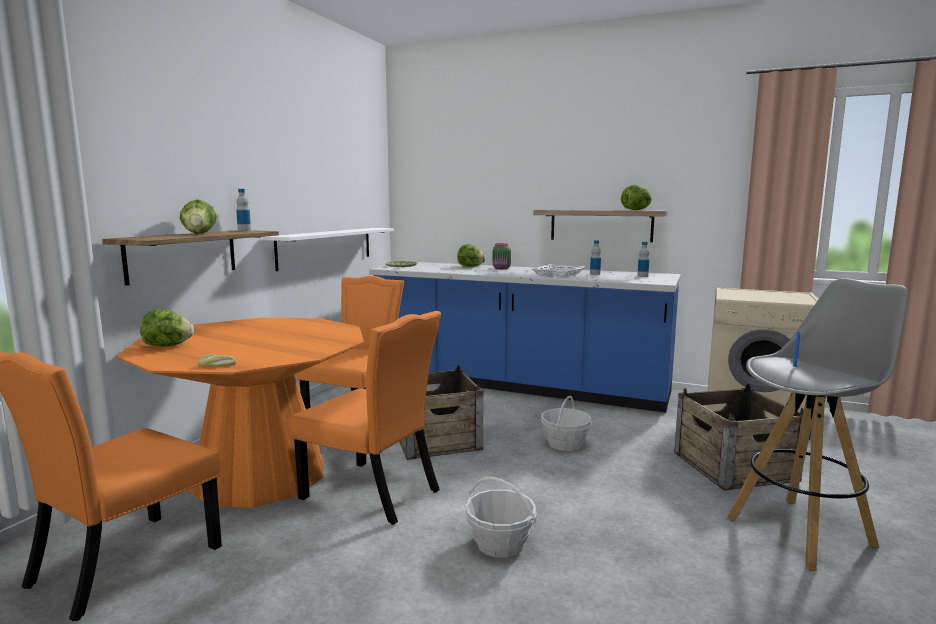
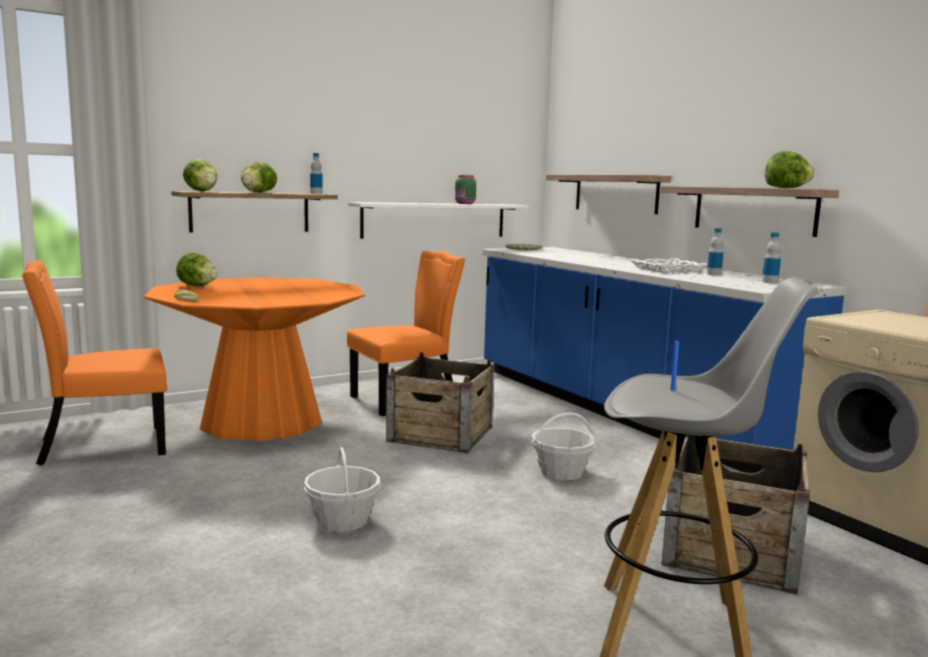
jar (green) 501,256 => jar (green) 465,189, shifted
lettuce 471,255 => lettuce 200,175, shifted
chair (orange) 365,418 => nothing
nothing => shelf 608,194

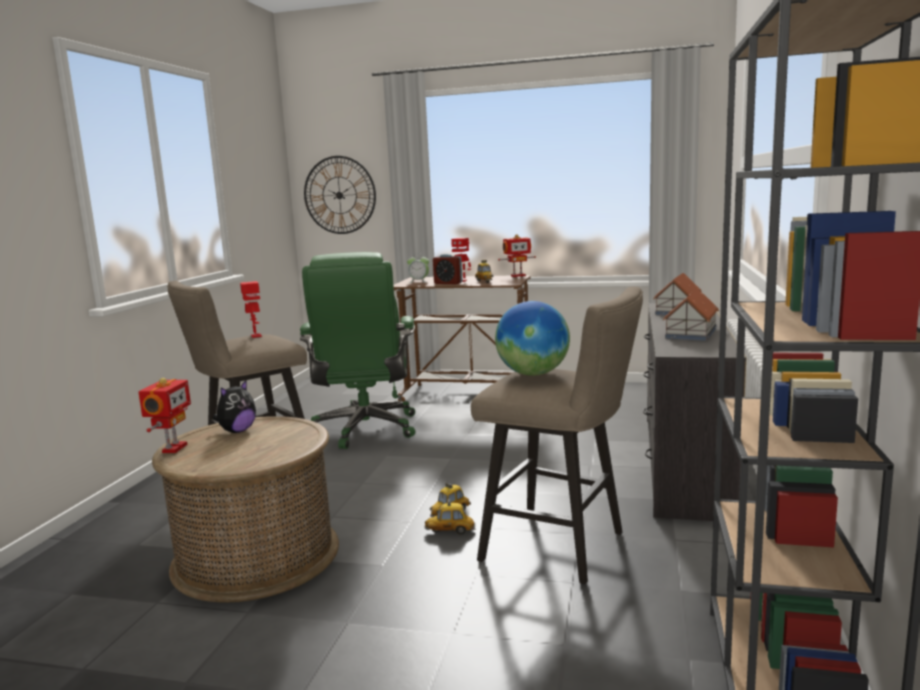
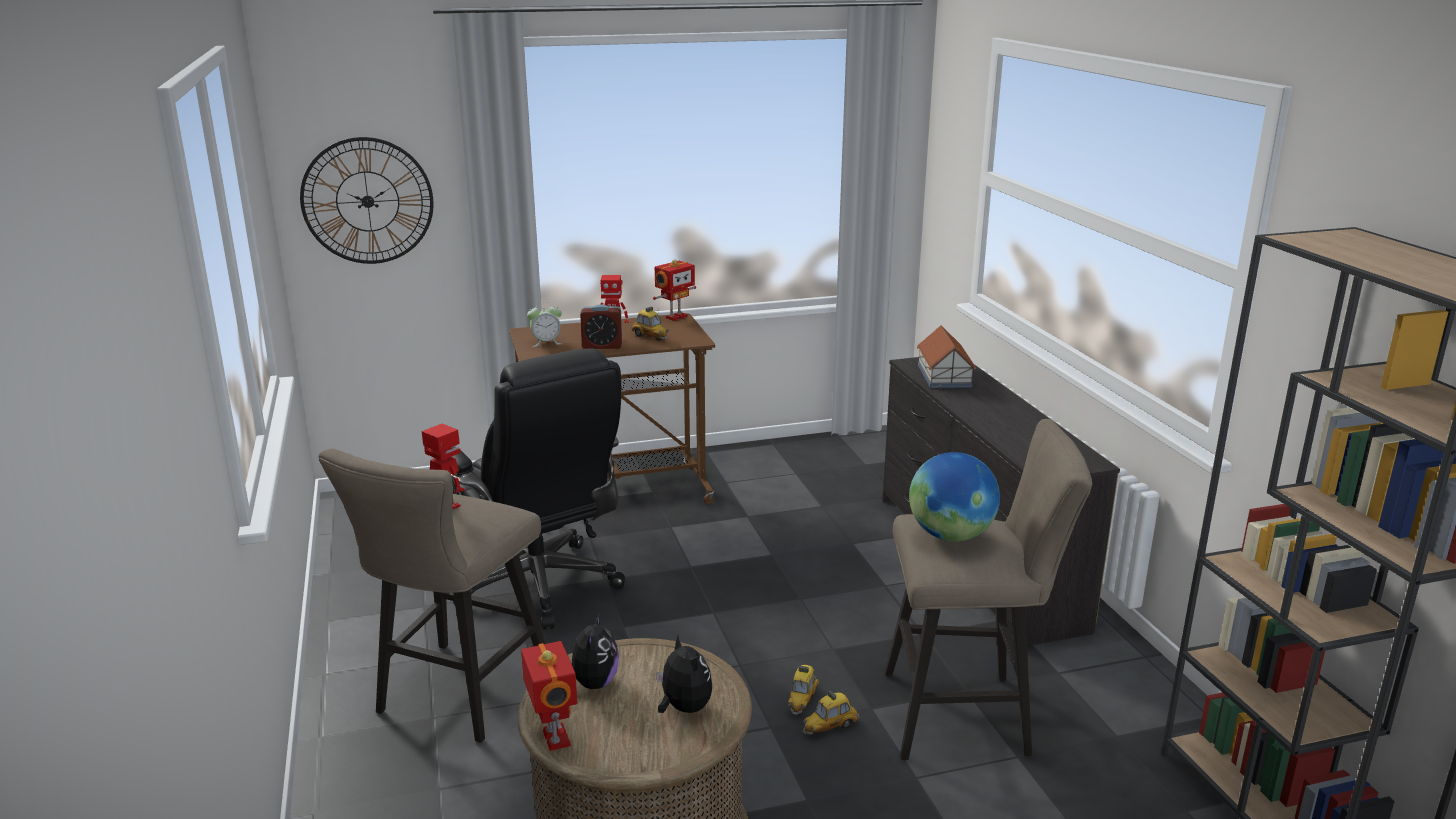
office chair (green) 357,350 => office chair (black) 538,489
toy house 691,314 => nothing
nothing => plush toy 684,674

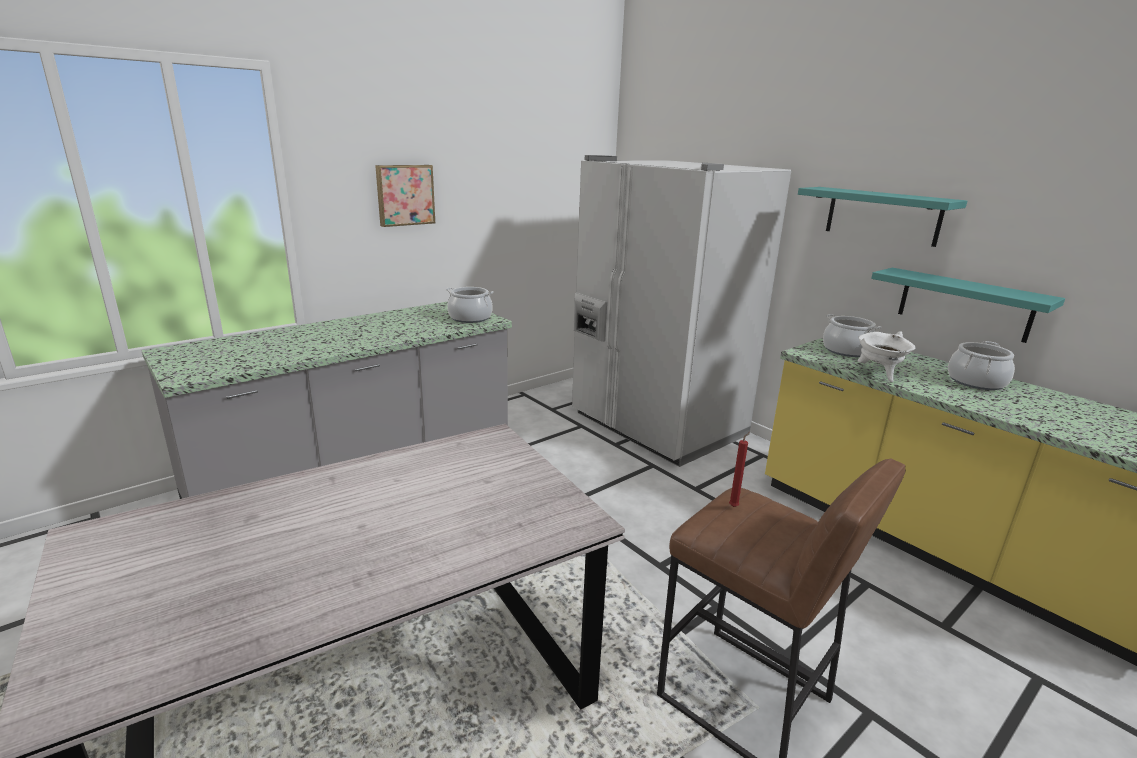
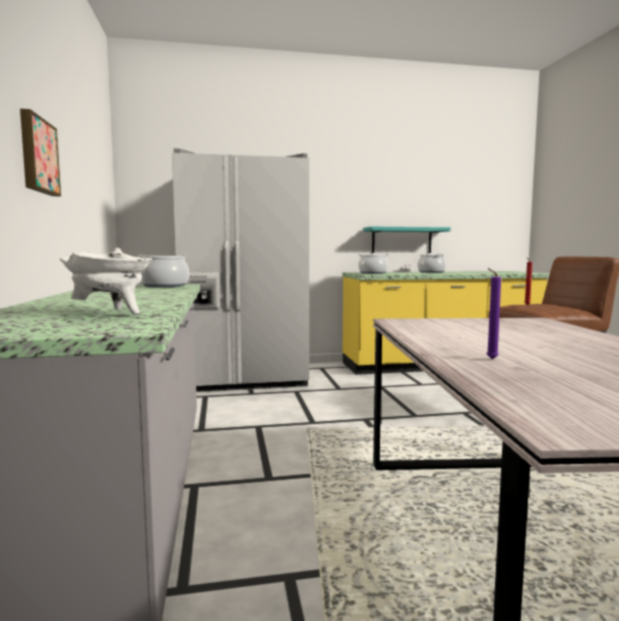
shelf (turquoise) 882,217 => nothing
cooking pot (white) 886,356 => cooking pot (white) 106,281, shifted
nothing => candle (purple) 494,313

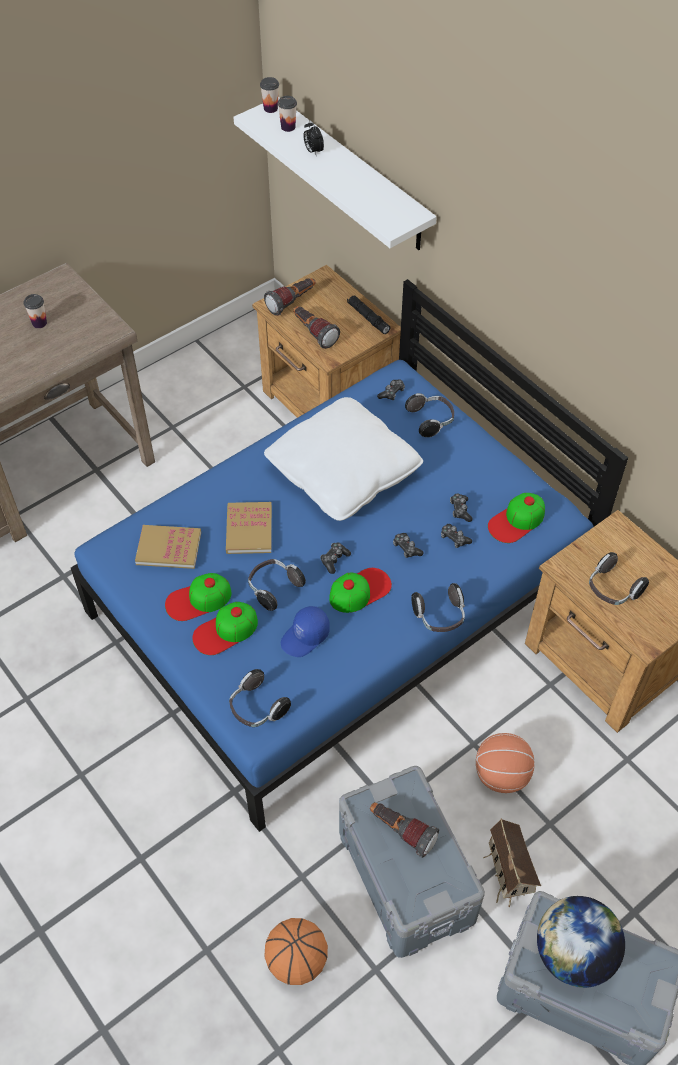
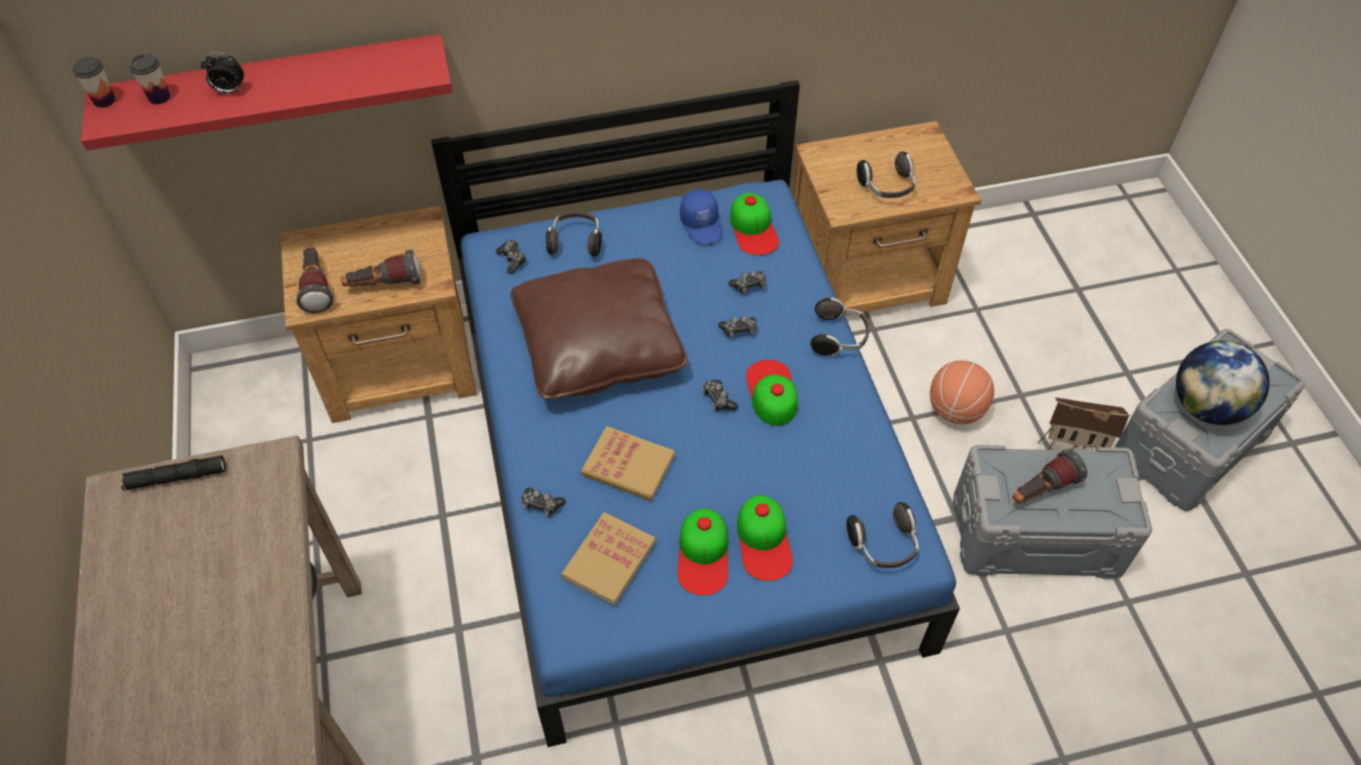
shelf (white) 335,173 => shelf (red) 267,92
cup 35,311 => nothing
flashlight (black) 369,314 => flashlight (black) 173,472, shifted
pillow (white) 343,459 => pillow (brown) 599,328
game controller 461,508 => game controller 543,502, shifted
headphones 277,585 => nothing
cap (blue) 305,631 => cap (blue) 701,216, shifted
basketball 296,951 => nothing

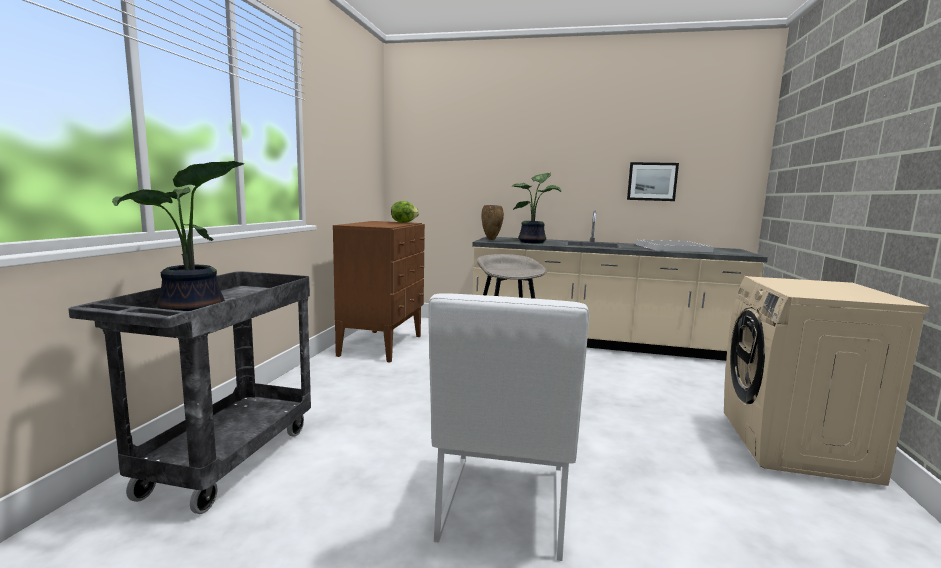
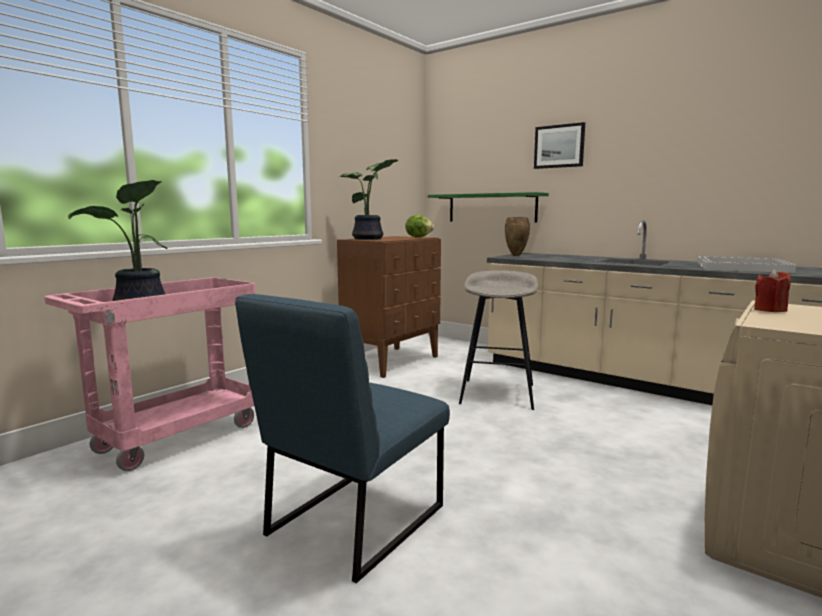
picture 653,181 => picture 559,145, shifted
potted plant 536,207 => potted plant 368,199, shifted
cart (grey) 189,392 => cart (pink) 150,374
chair (white) 508,427 => chair (blue) 342,438
nothing => shelf (green) 488,207
nothing => candle (red) 772,290

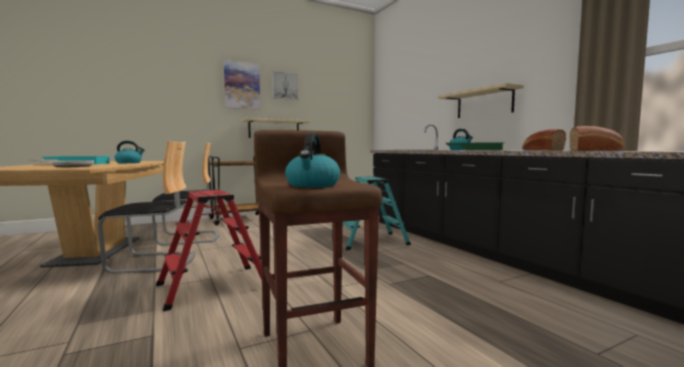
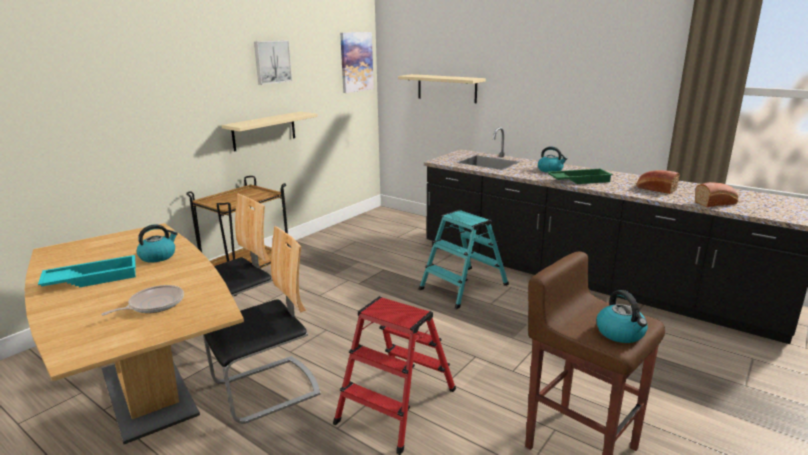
picture 242,85 => picture 357,62, shifted
shelf (beige) 480,100 => shelf (beige) 442,88, shifted

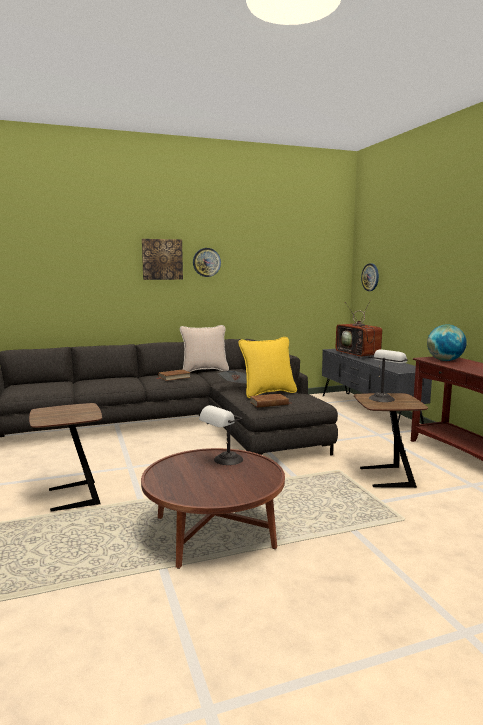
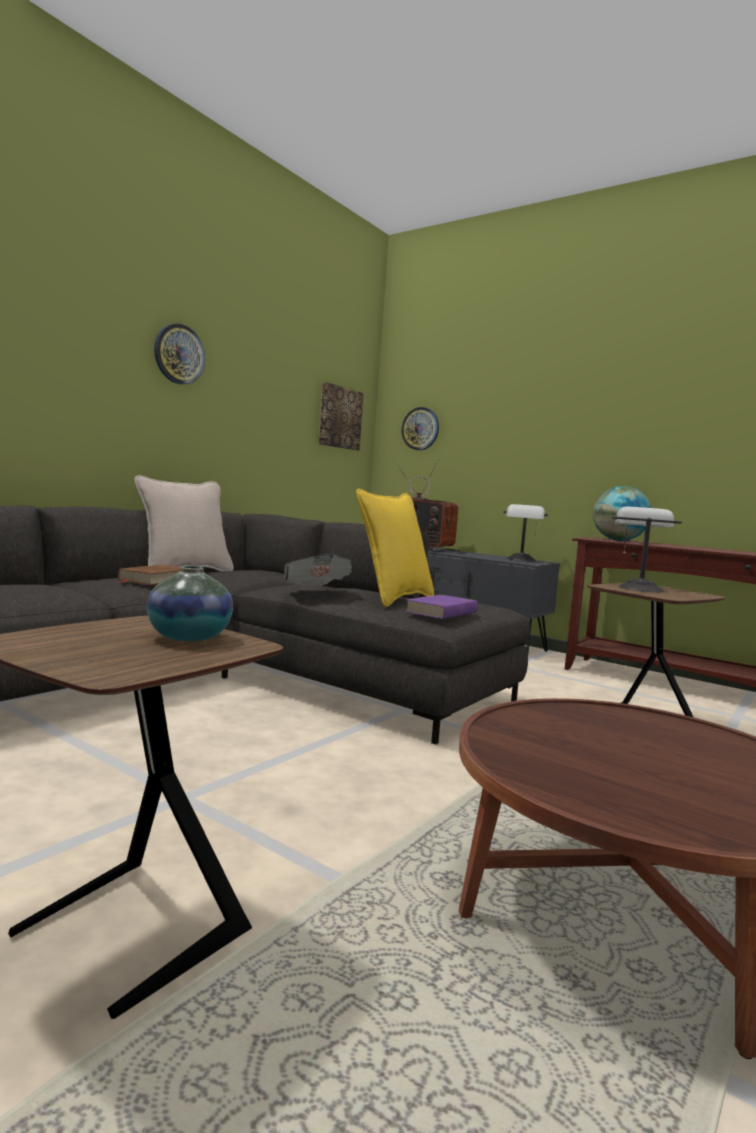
picture 162,259 => picture 340,416, shifted
book (brown) 269,401 => book (purple) 441,606
table lamp 221,435 => table lamp 525,532, shifted
nothing => vase 190,603

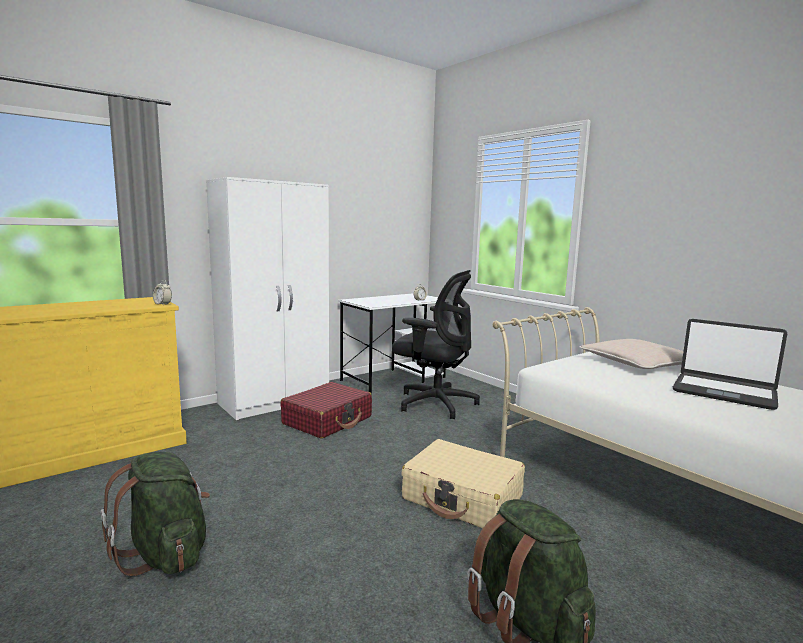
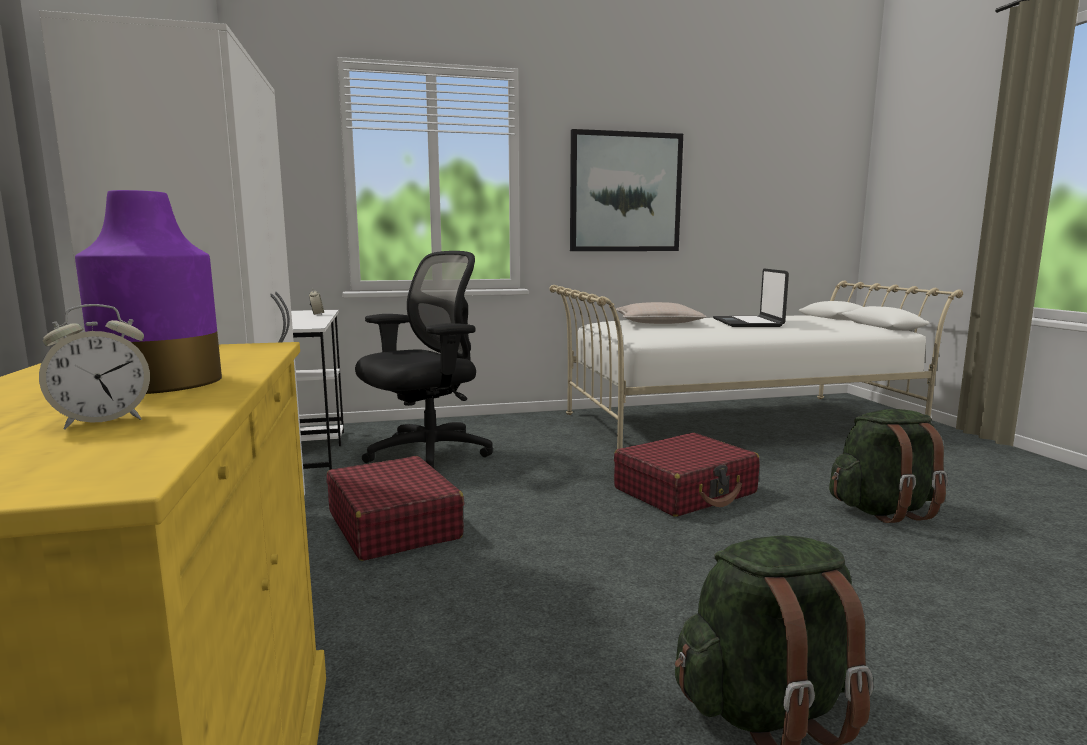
alarm clock 162,293 => alarm clock 94,366, shifted
laptop 730,364 => laptop 751,297, 120 degrees clockwise
suitcase (beige) 463,483 => suitcase (red) 686,475
nothing => picture 626,190
nothing => vase (purple) 148,292

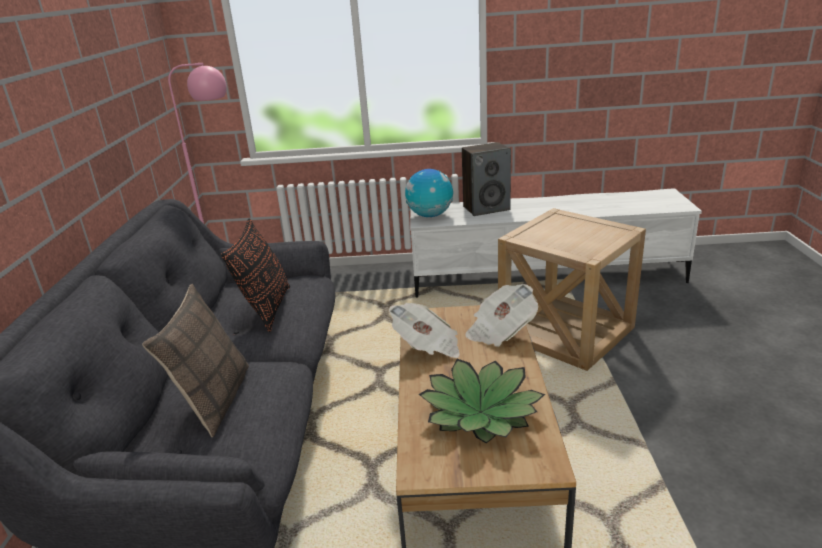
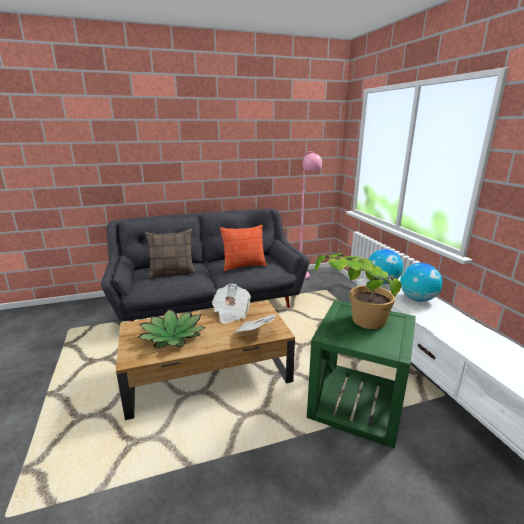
speaker 486,179 => globe 421,282
side table (beige) 572,289 => side table (green) 361,374
pillow (black) 255,275 => pillow (orange) 243,248
nothing => potted plant 357,291

